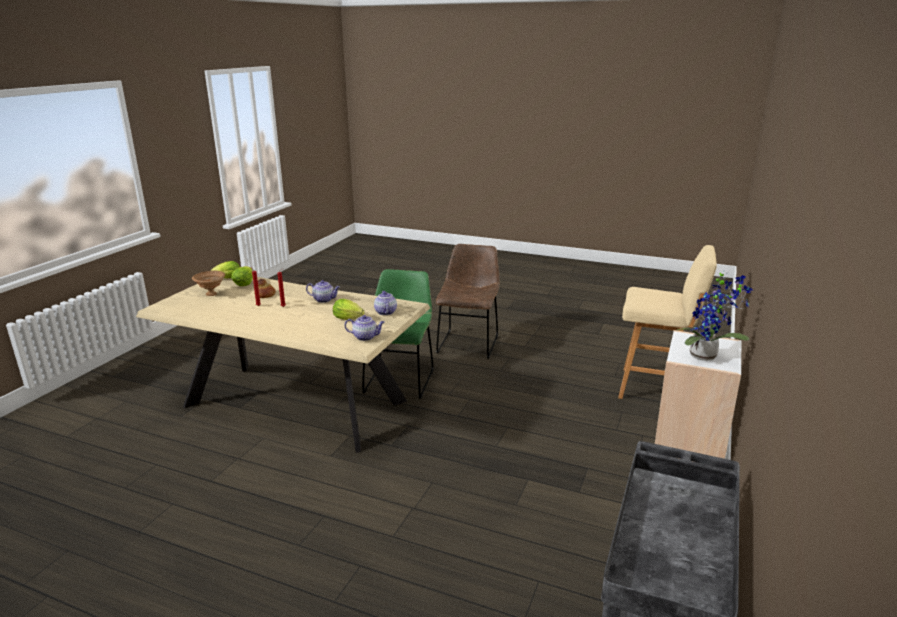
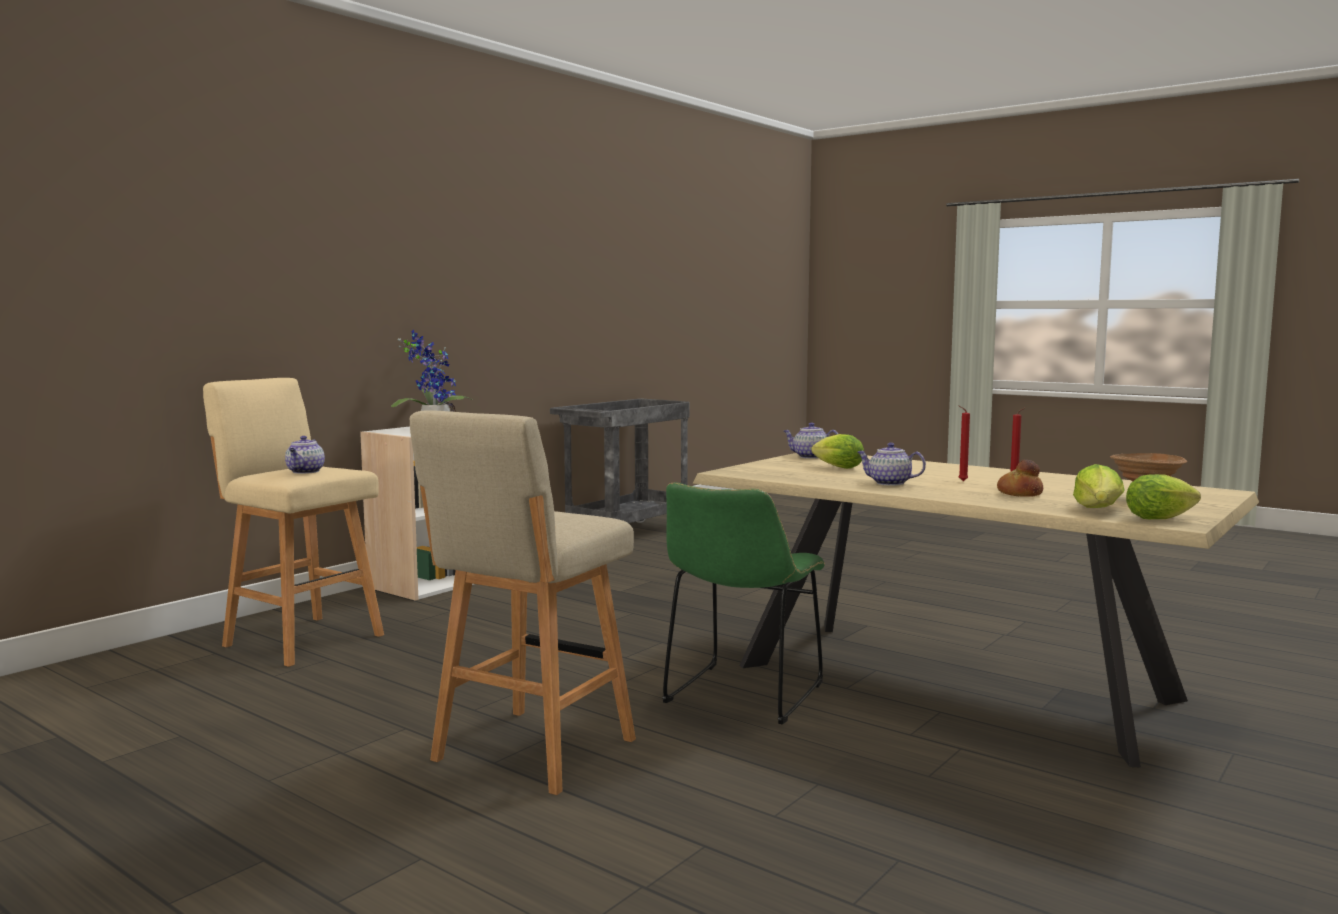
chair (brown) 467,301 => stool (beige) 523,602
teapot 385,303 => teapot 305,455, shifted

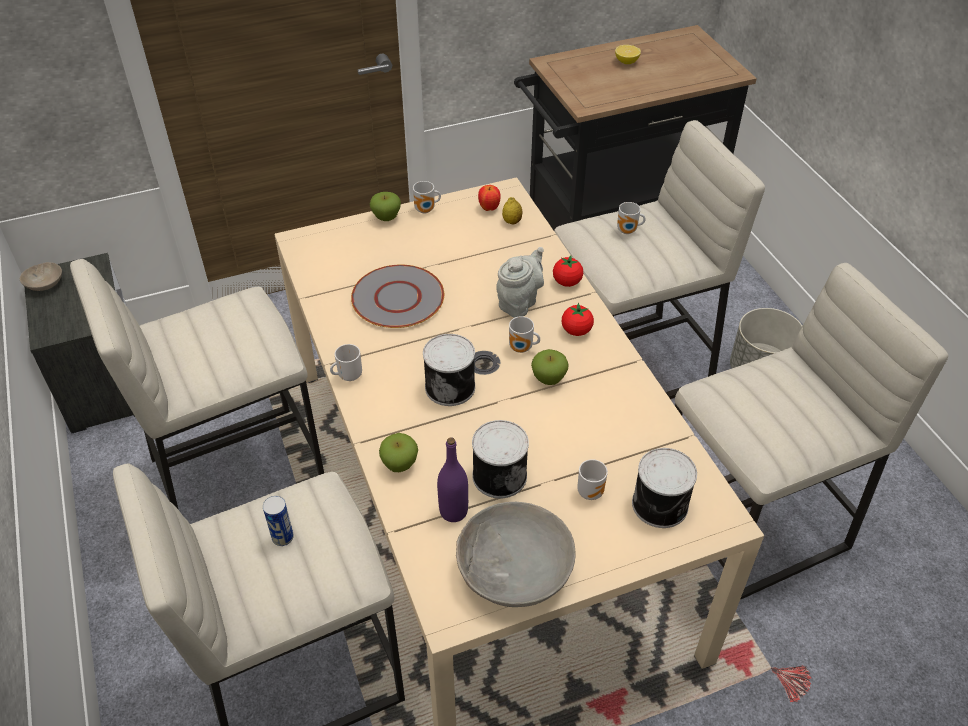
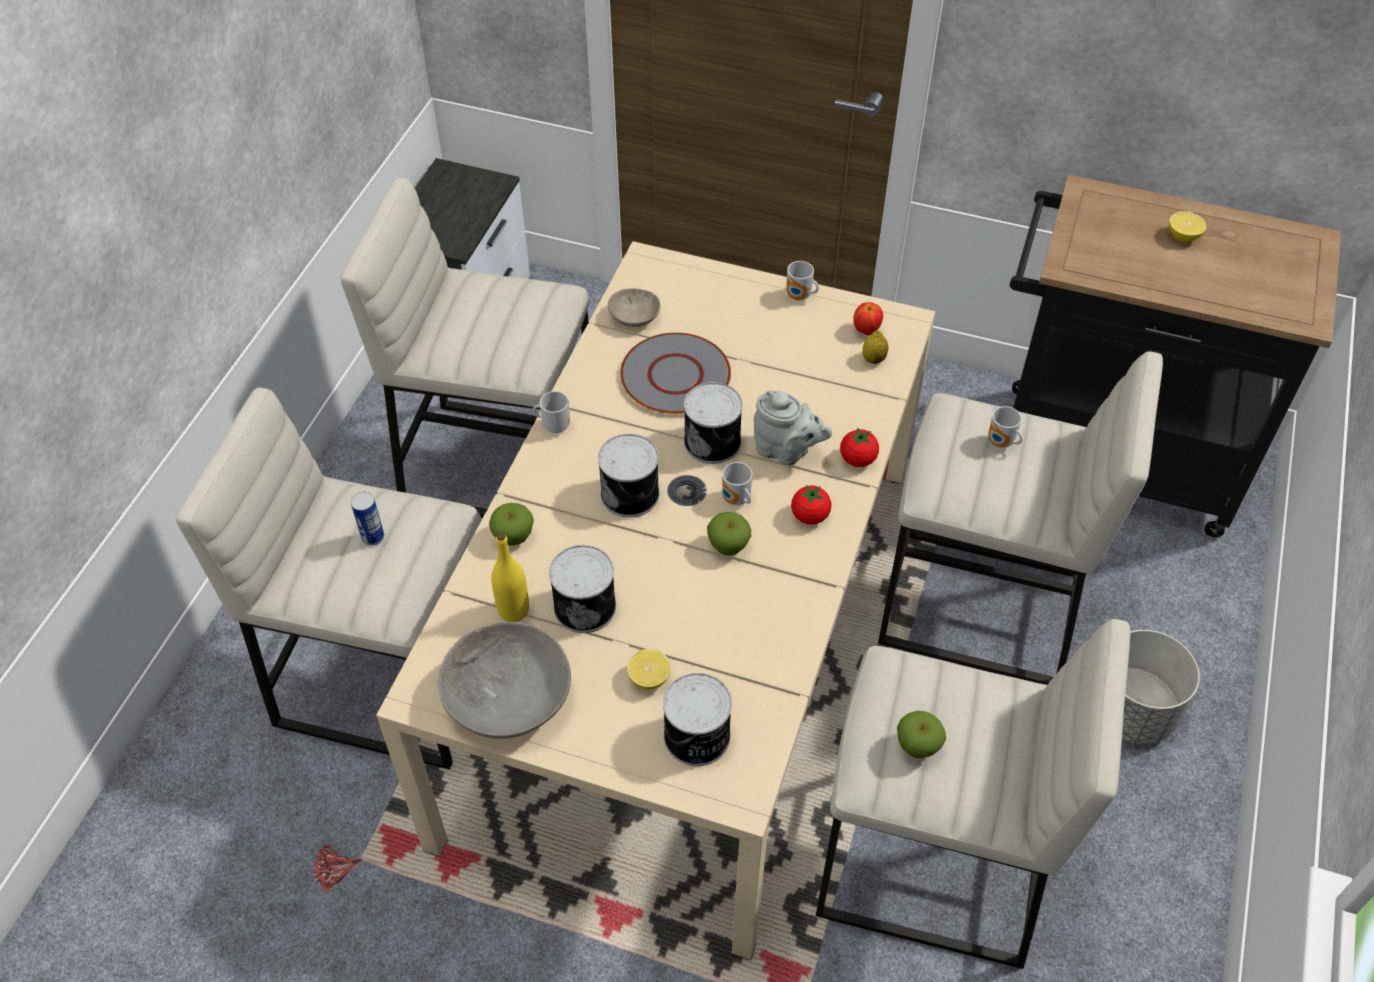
apple 385,206 => apple 921,734, shifted
teapot (grey) 520,282 => teapot (grey) 793,427, 45 degrees clockwise
bowl (beige) 41,276 => bowl (beige) 634,307, shifted
bottle (purple) 452,479 => bottle (yellow) 510,577
mug 592,479 => lemon 649,669
nothing => can 713,423

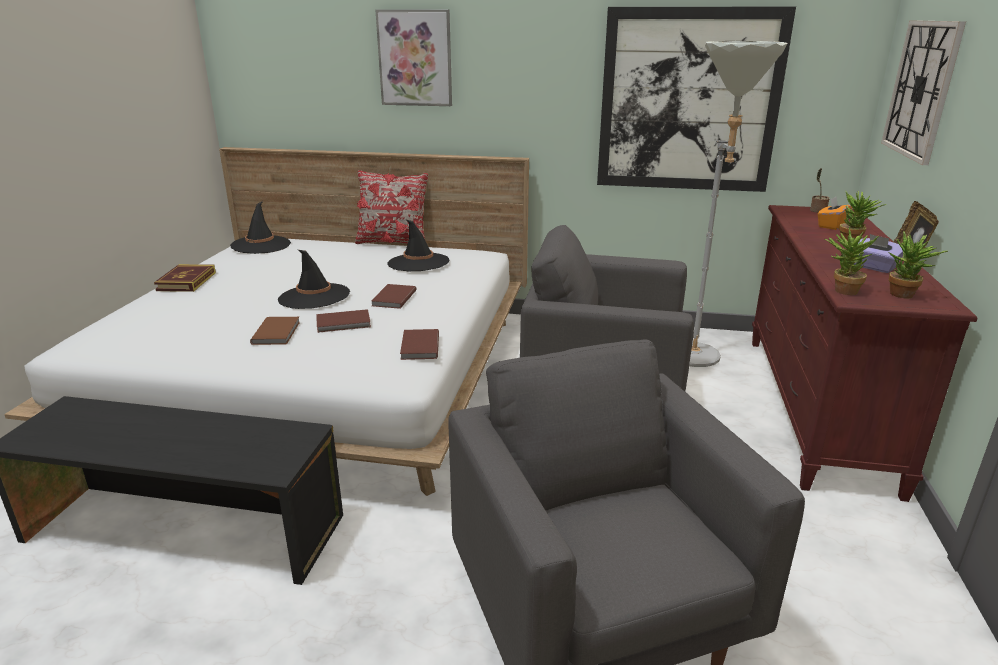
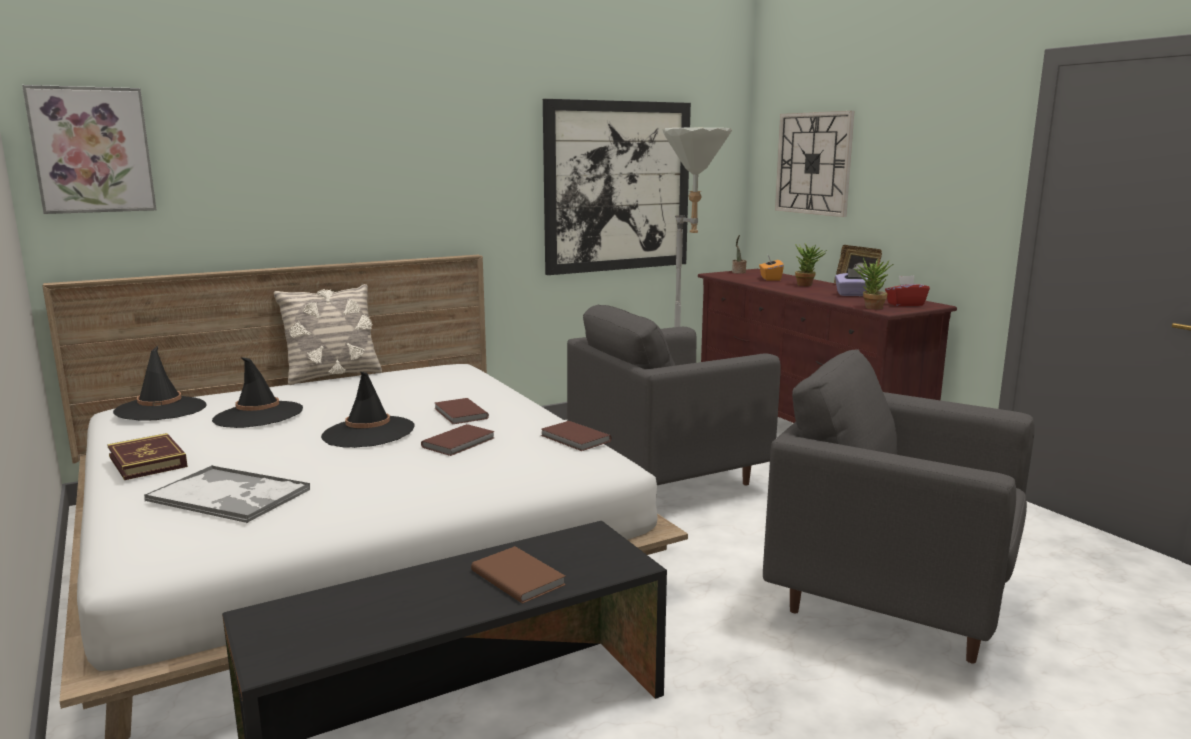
picture 413,58 => picture 89,149, shifted
pillow (red) 391,207 => pillow (beige) 328,334
hat (black) 418,245 => hat (black) 257,392, shifted
potted plant 918,264 => tissue box (red) 907,291
book (brown) 275,331 => book (brown) 518,574, shifted
nothing => tray 227,494

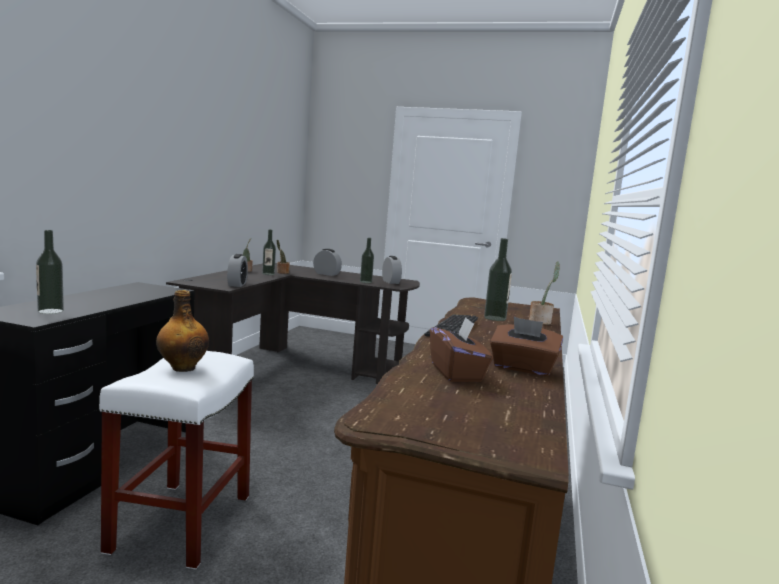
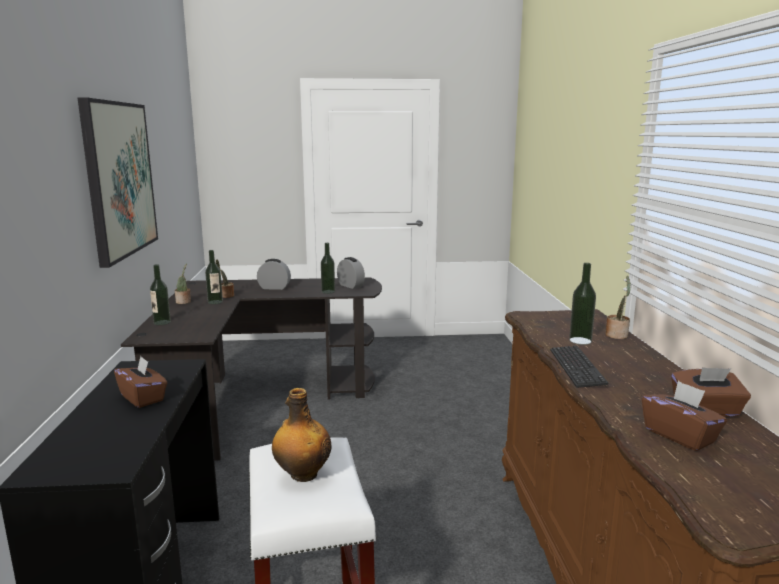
bottle 50,272 => bottle 160,294, shifted
alarm clock 237,270 => nothing
nothing => picture 118,183
nothing => tissue box (brown) 140,382

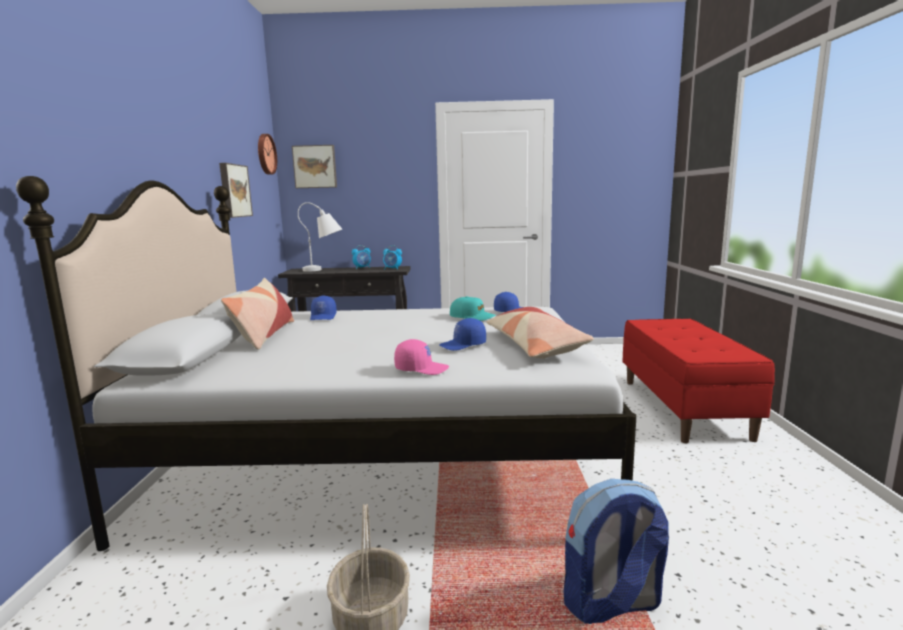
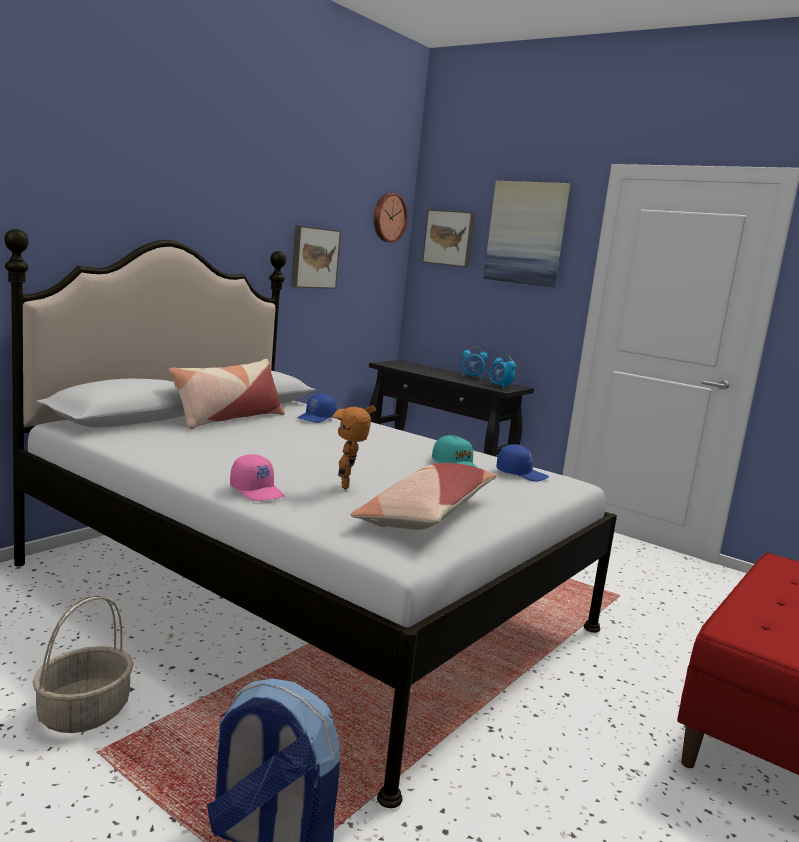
table lamp (white) 320,237 => nothing
cap (blue) 462,334 => toy robot 354,447
nothing => picture 526,234

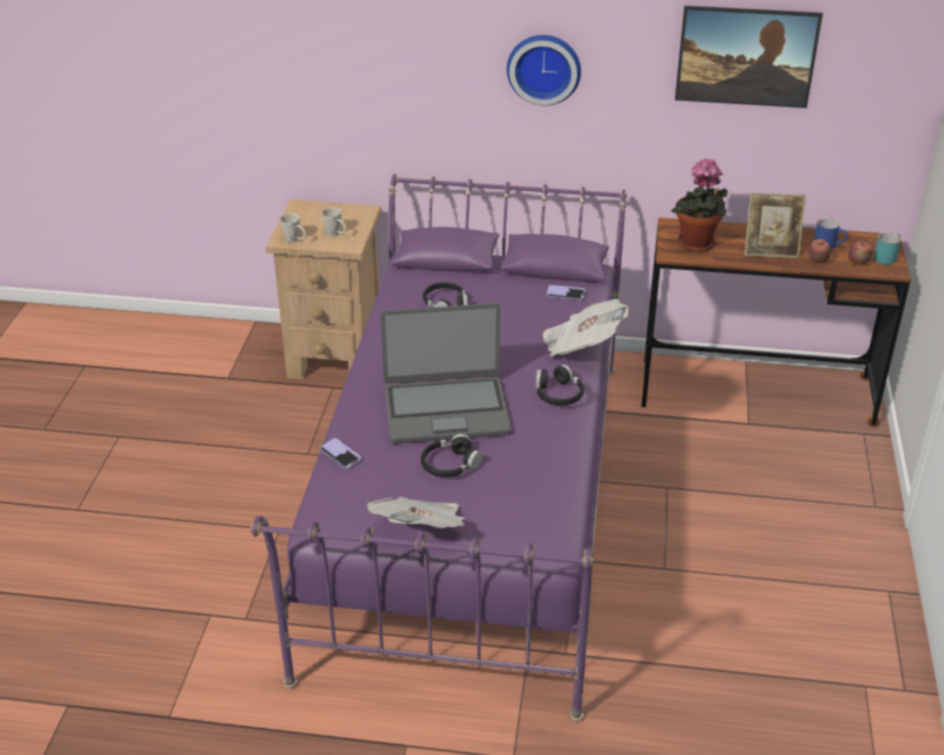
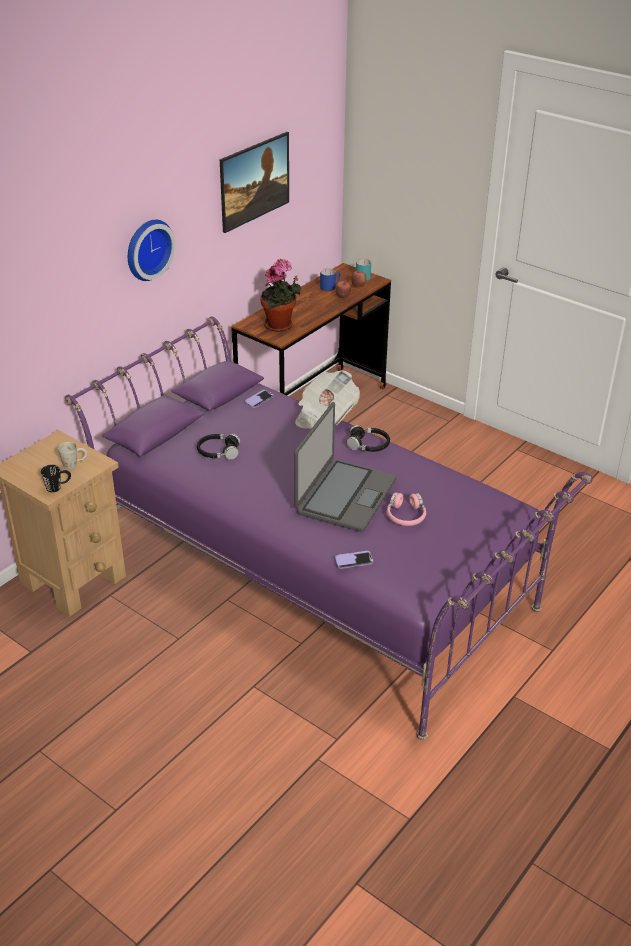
picture frame 775,225 => nothing
mug (white) 293,227 => mug (black) 56,478
headphones (black) 452,455 => headphones (pink) 406,509
newspaper 416,512 => nothing

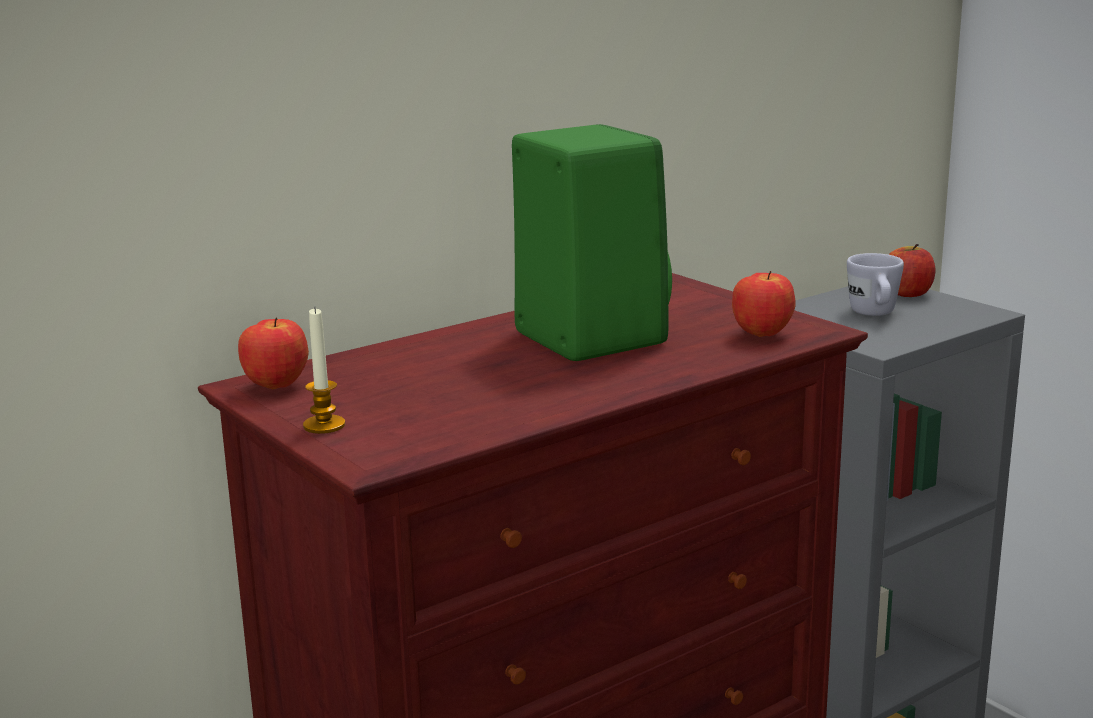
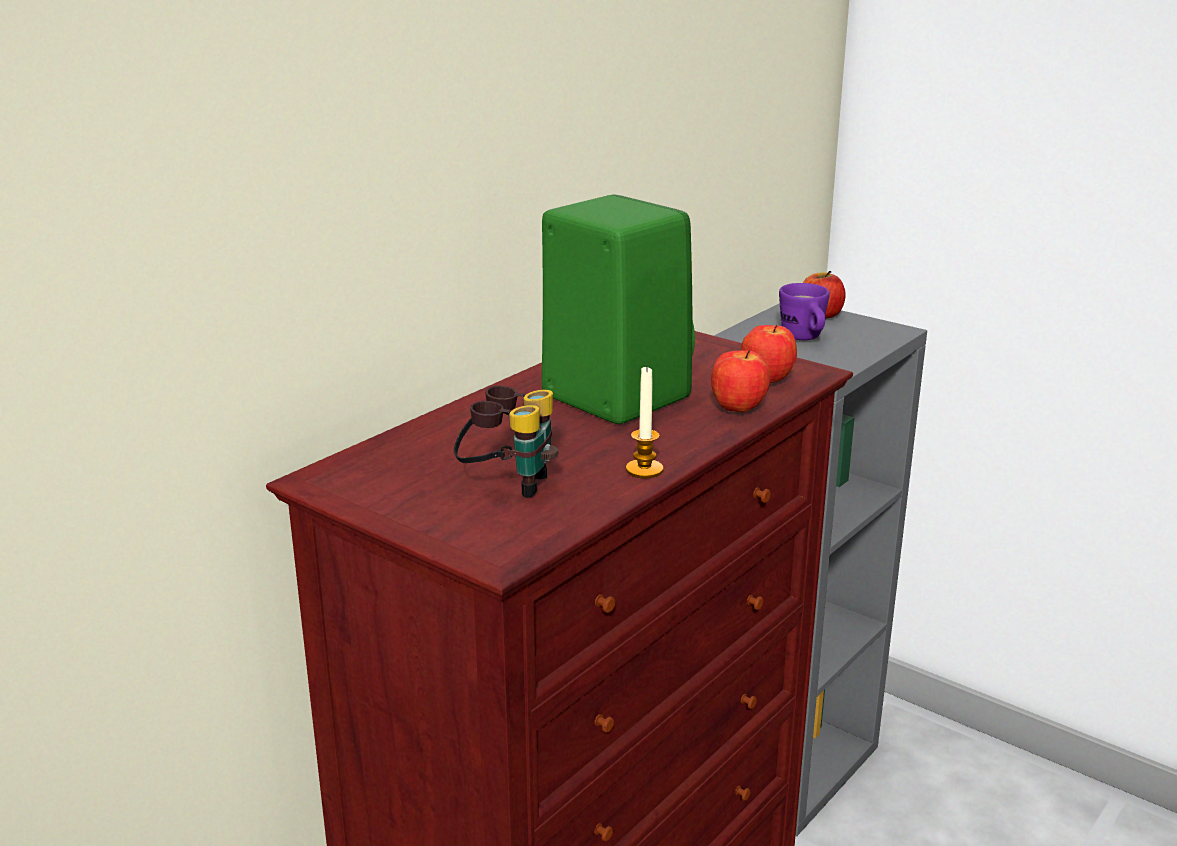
mug (white) 875,284 => mug (purple) 804,311
candle 324,371 => candle 644,422, shifted
apple 273,353 => apple 740,381, shifted
nothing => binoculars 506,441

